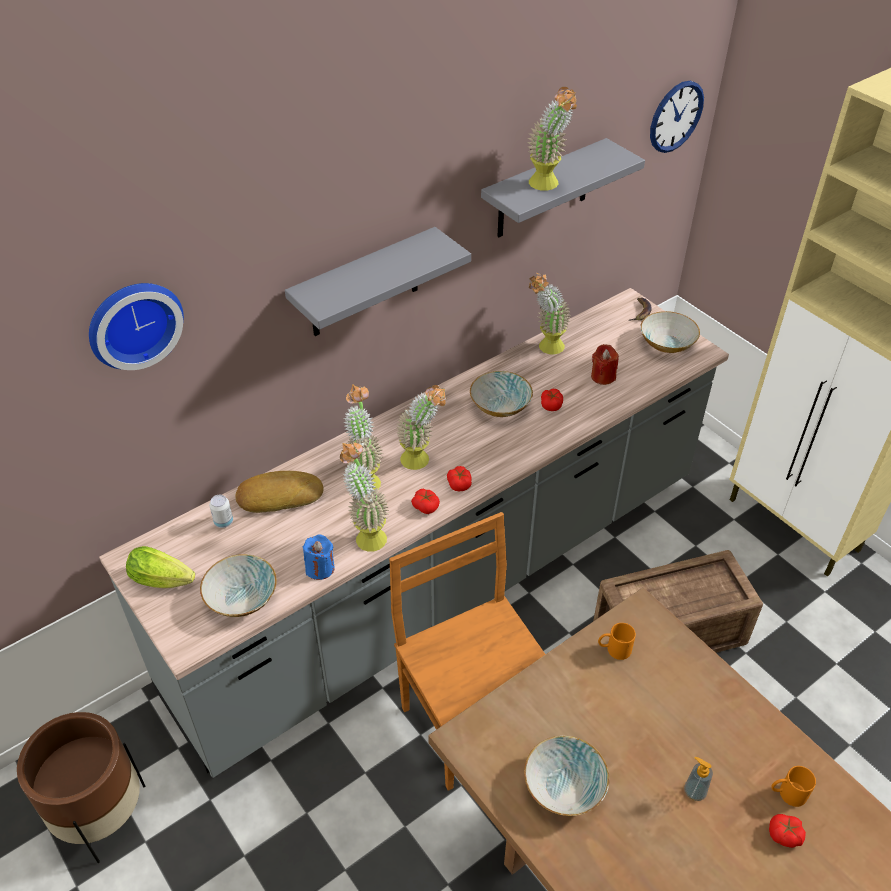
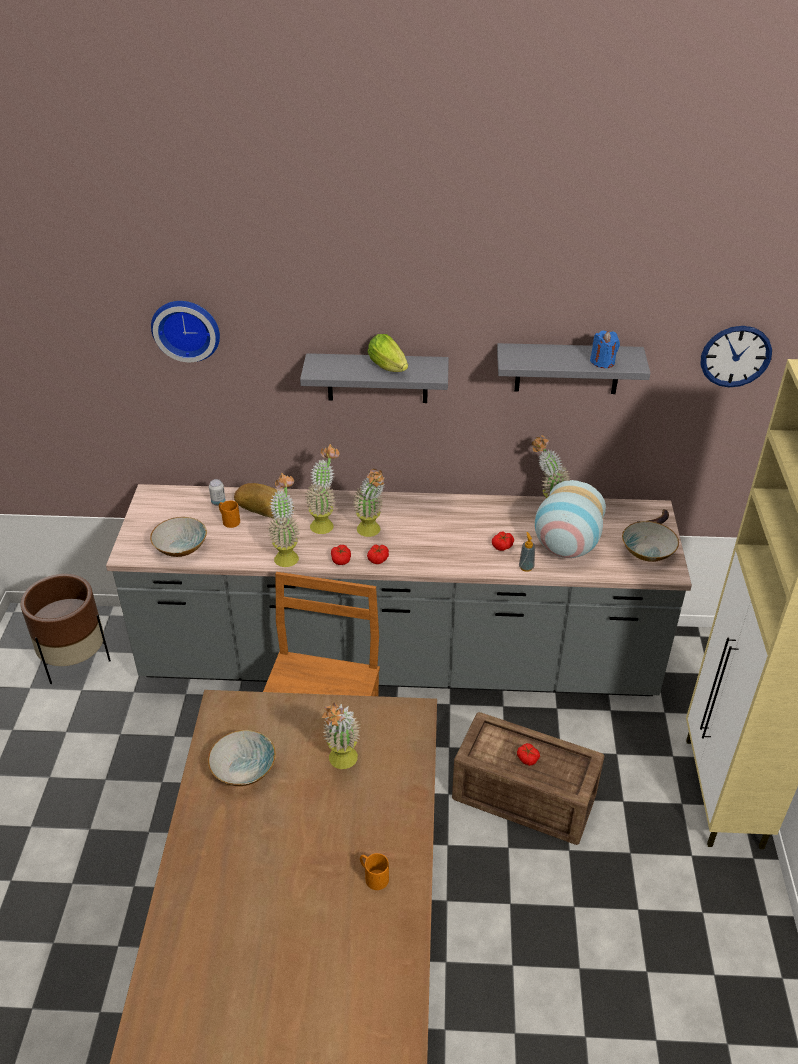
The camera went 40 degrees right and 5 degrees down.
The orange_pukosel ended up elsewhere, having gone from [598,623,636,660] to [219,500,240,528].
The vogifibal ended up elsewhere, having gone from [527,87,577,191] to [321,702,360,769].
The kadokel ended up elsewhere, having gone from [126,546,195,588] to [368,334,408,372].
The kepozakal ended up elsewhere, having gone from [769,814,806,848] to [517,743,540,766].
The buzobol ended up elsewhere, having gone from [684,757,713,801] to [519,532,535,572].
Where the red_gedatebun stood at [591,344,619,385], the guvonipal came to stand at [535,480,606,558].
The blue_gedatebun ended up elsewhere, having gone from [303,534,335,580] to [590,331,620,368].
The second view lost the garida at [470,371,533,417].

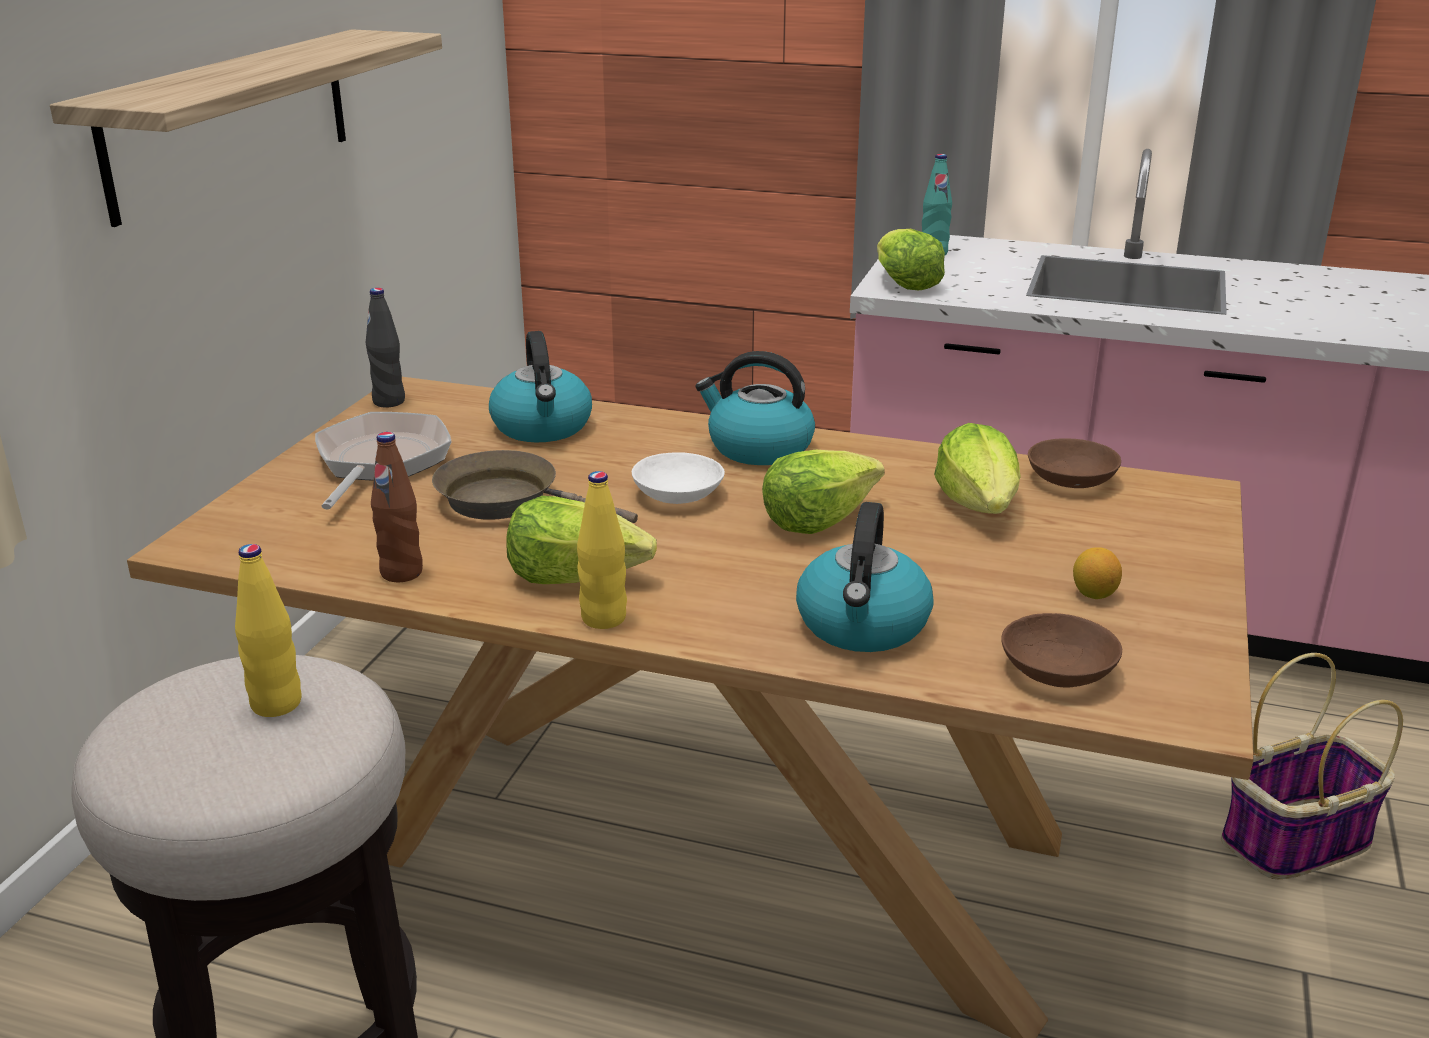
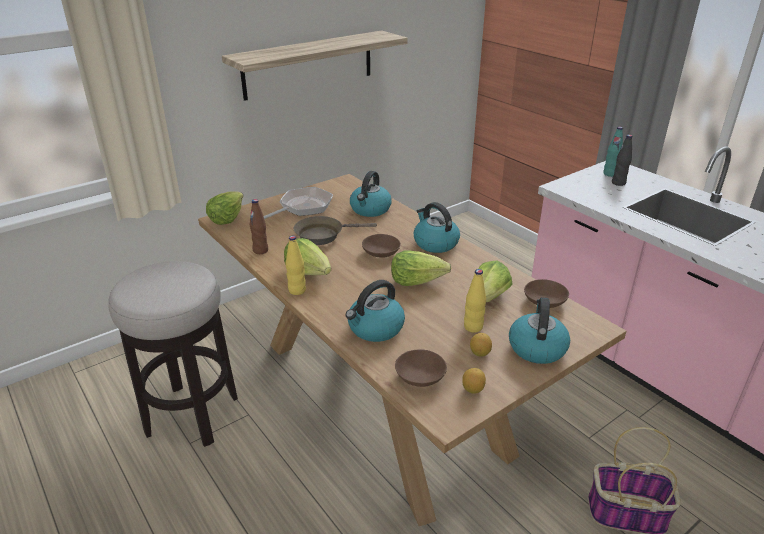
The camera went 35 degrees right and 5 degrees up.
The kadokel ended up elsewhere, having gone from [877,229,945,291] to [206,191,243,225].
The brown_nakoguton at [432,450,638,523] ended up facing another way, 75 degrees counterclockwise from before.
What was the white_garida at [632,452,725,504] turned into the brown_garida at [362,234,401,258].
The second view gained the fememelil at [462,368,486,394].
The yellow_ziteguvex ended up elsewhere, having gone from [235,544,301,717] to [464,269,486,333].
The second view gained the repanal at [509,297,570,364].
The black_ziteguvex ended up elsewhere, having gone from [365,288,405,407] to [612,135,632,186].

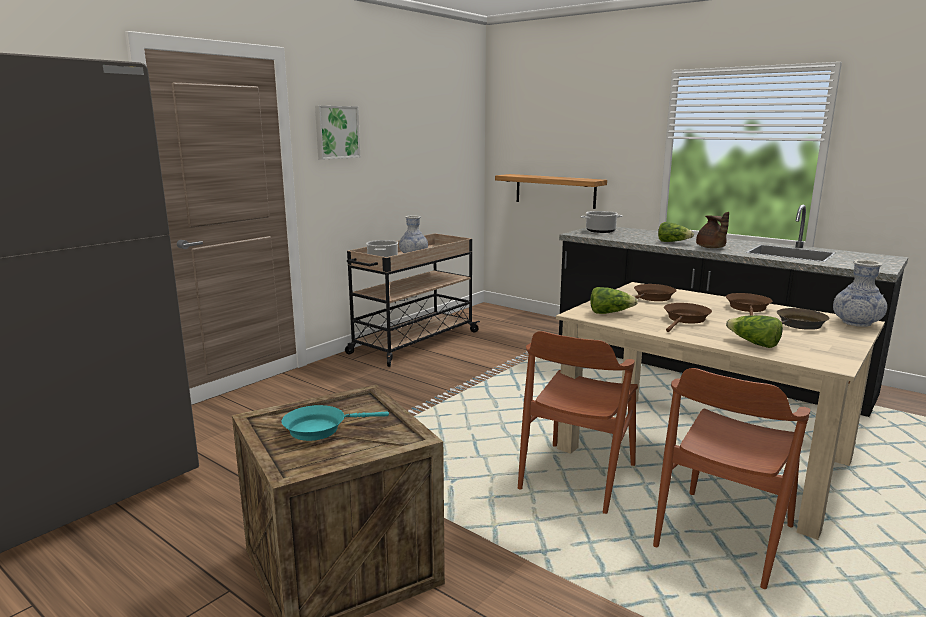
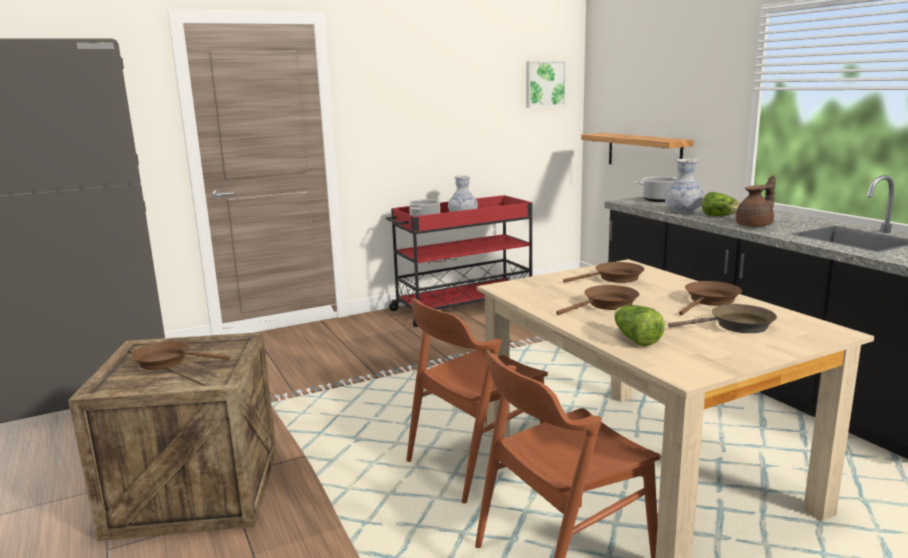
The camera went 25 degrees right and 0 degrees up.
What was the turquoise_nakoguton at [281,405,389,441] turned into the brown_nakoguton at [131,341,230,370].
What was the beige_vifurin at [345,233,480,367] turned into the red_vifurin at [386,195,532,327].
The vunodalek ended up elsewhere, having gone from [315,106,360,160] to [526,61,566,108].
The guvonipal ended up elsewhere, having gone from [833,259,887,327] to [665,159,705,213].
The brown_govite at [696,212,729,248] ended up facing another way, 135 degrees counterclockwise from before.
The second view lost the kadokel at [590,287,638,314].

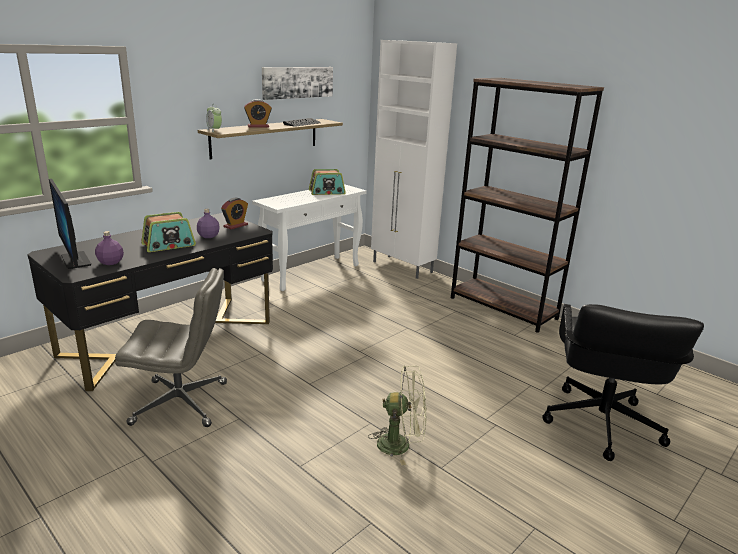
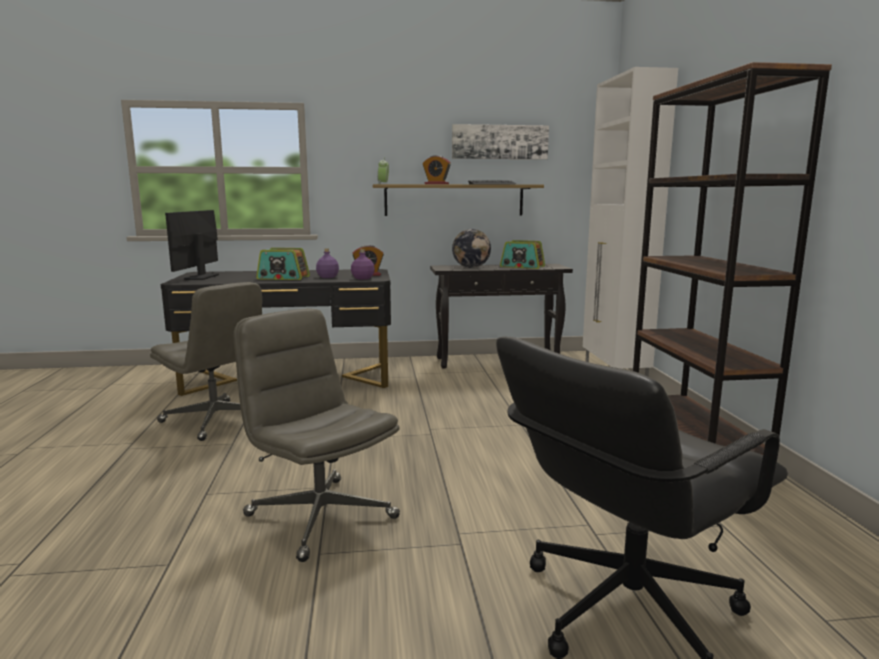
The camera went 40 degrees right and 10 degrees down.
Where the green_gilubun stood at [368,366,427,465], the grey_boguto came to stand at [233,308,400,562].
The purple_ziteguvex ended up elsewhere, having gone from [95,231,124,265] to [351,249,375,280].
What was the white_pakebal at [252,184,367,291] turned into the black_pakebal at [430,264,573,369].
The second view gained the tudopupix at [452,229,491,268].

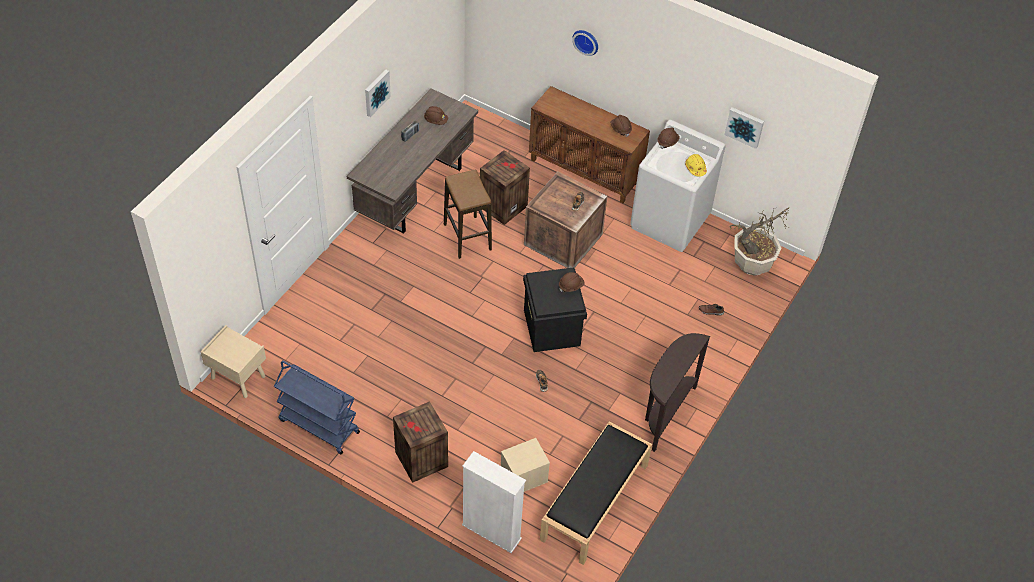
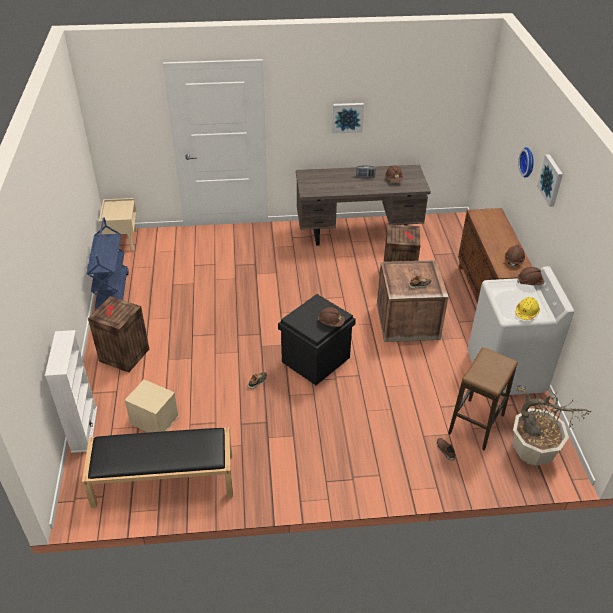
The camera went 55 degrees right and 10 degrees down.
The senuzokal ended up elsewhere, having gone from [444,170,492,259] to [448,347,518,450].
The vunodalek ended up elsewhere, having gone from [725,107,764,149] to [537,154,563,207].
The second view lost the brown_pakebal at [645,333,710,452].

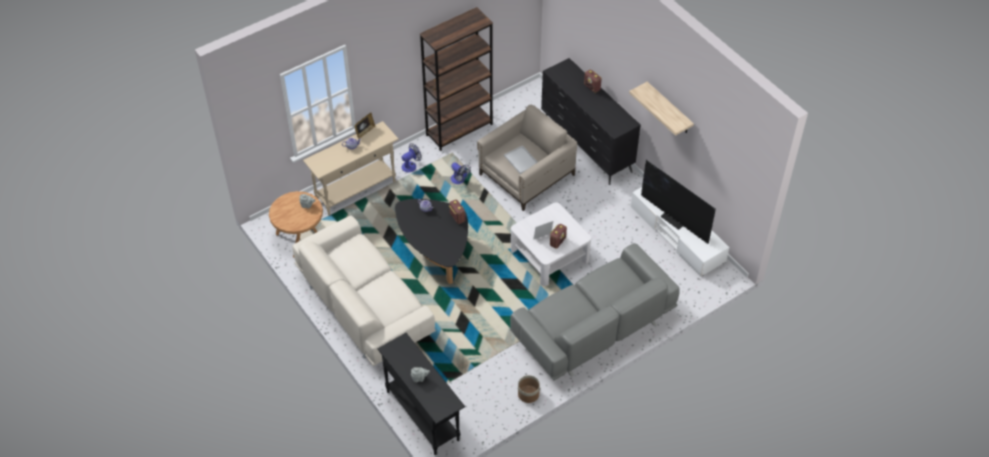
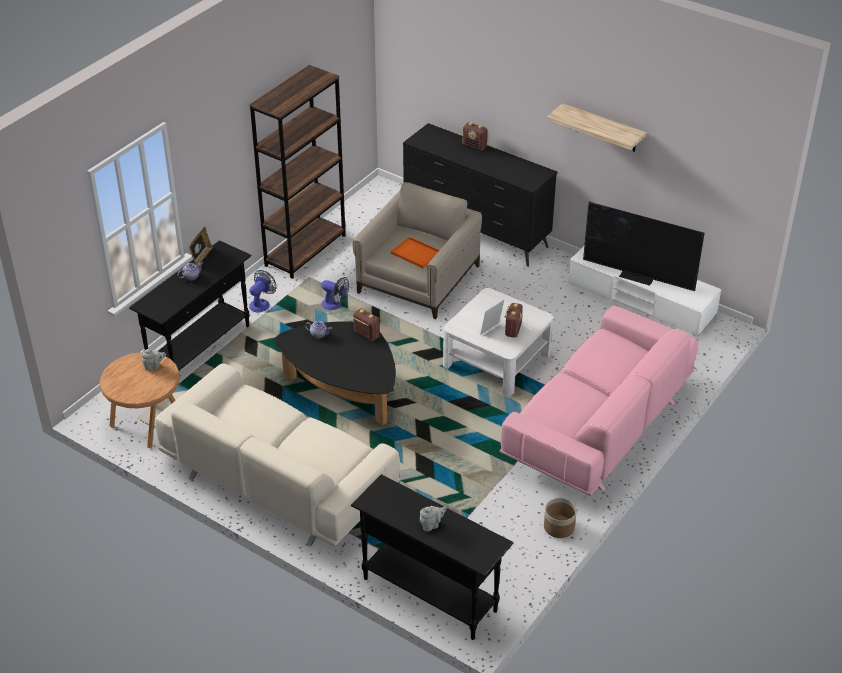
The camera went 20 degrees left and 10 degrees down.
What was the beige_pakebal at [303,121,399,215] turned into the black_pakebal at [129,240,252,371].
What was the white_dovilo at [504,145,538,174] turned into the orange_dovilo at [391,237,439,268].
What was the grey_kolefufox at [510,243,680,381] turned into the pink_kolefufox at [499,306,698,496].

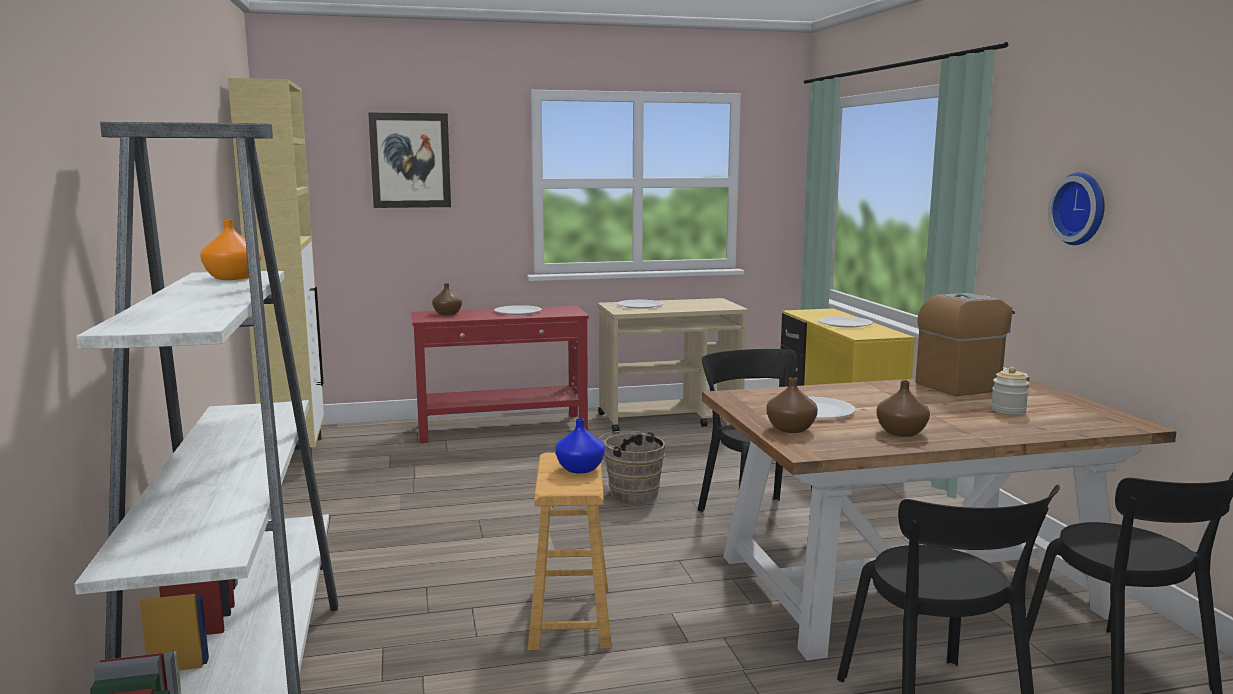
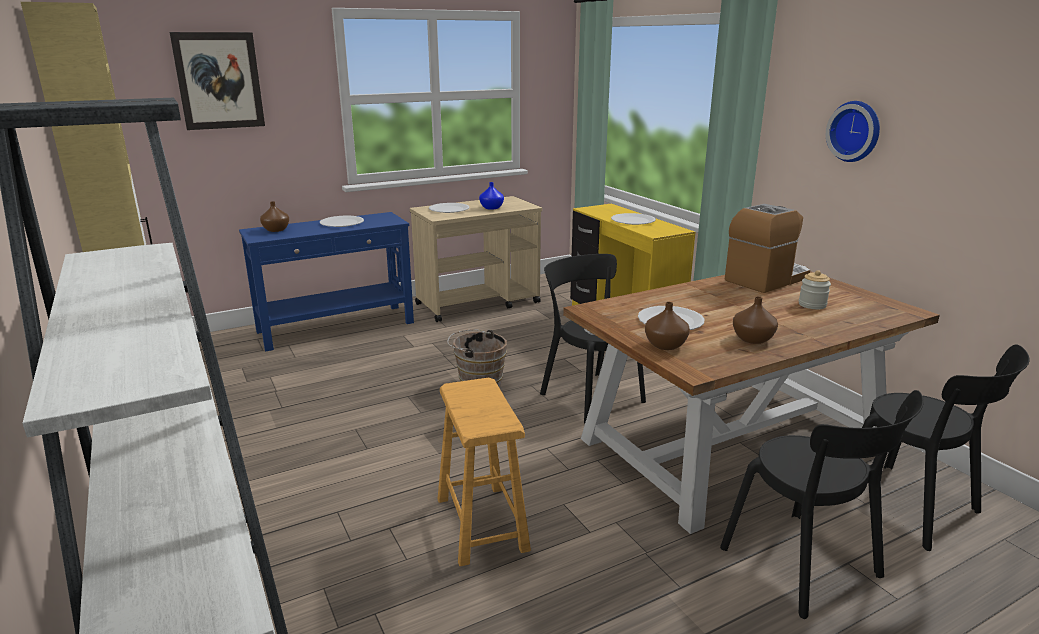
The camera went 15 degrees left and 10 degrees up.
What was the red_pakebal at [412,306,589,443] turned into the blue_pakebal at [239,212,414,352].
The blue_guvonipal ended up elsewhere, having gone from [555,418,605,474] to [479,182,504,210].
The second view lost the orange_guvonipal at [200,220,261,280].

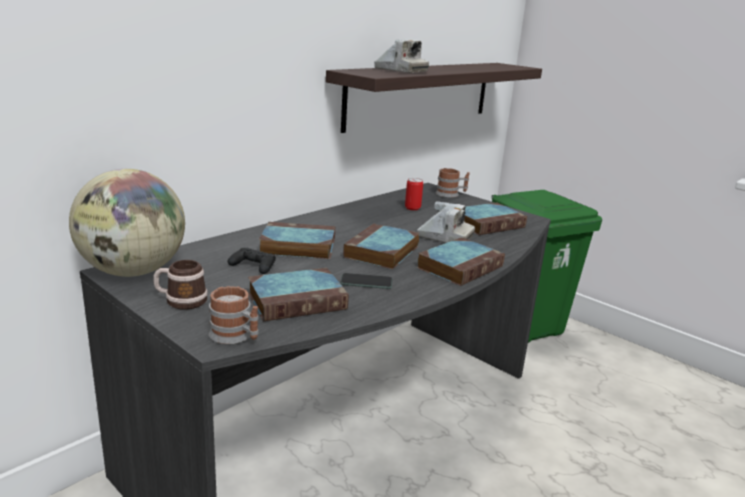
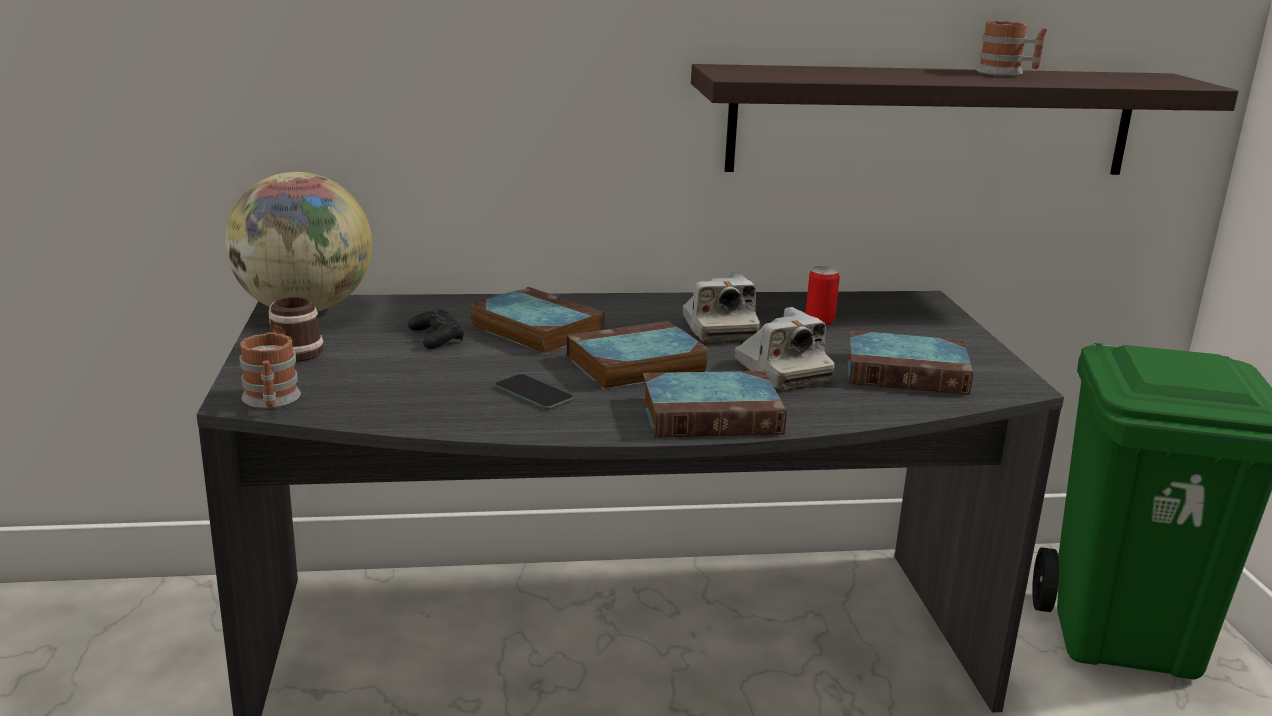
The camera went 40 degrees right and 0 degrees up.
The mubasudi ended up elsewhere, having gone from [374,39,429,73] to [683,271,760,342].
The pukosel ended up elsewhere, having gone from [436,168,470,198] to [976,20,1047,76].
The second view lost the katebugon at [248,268,349,321].

